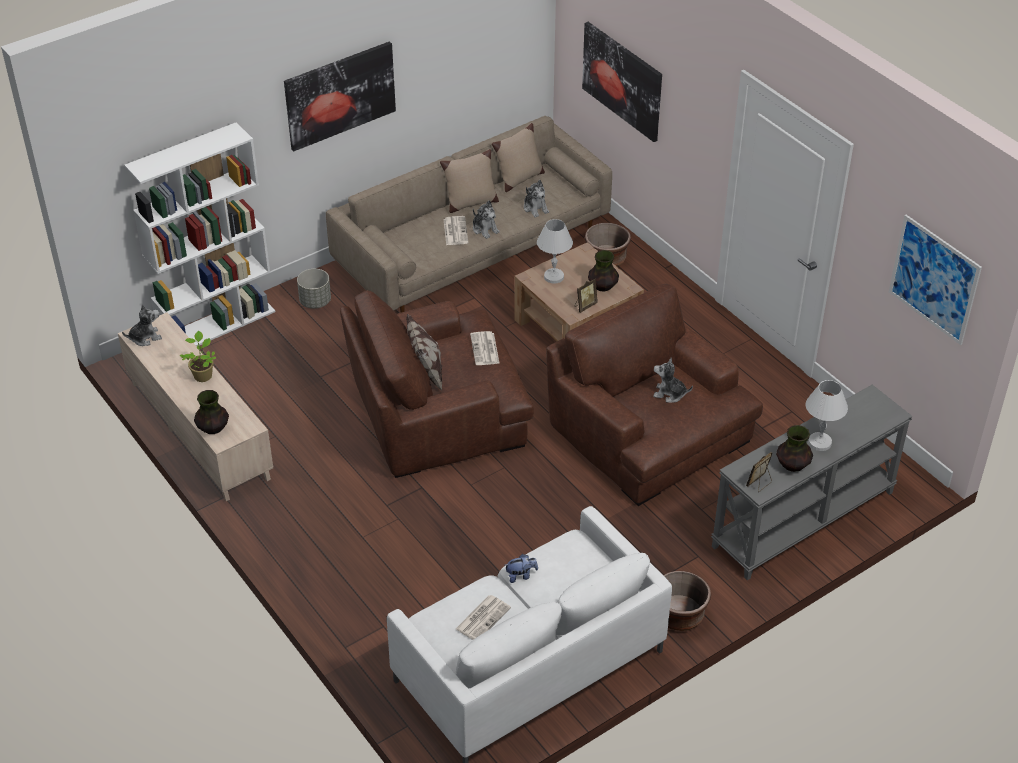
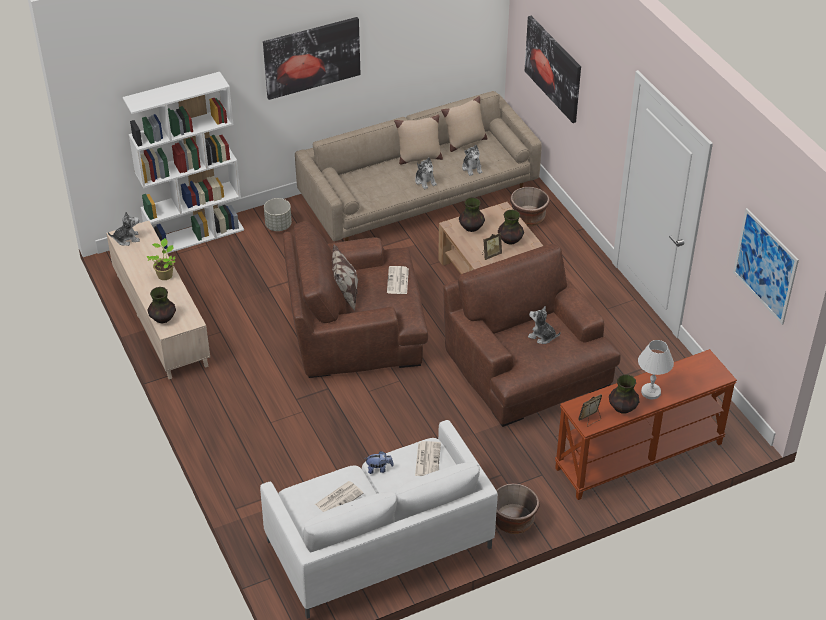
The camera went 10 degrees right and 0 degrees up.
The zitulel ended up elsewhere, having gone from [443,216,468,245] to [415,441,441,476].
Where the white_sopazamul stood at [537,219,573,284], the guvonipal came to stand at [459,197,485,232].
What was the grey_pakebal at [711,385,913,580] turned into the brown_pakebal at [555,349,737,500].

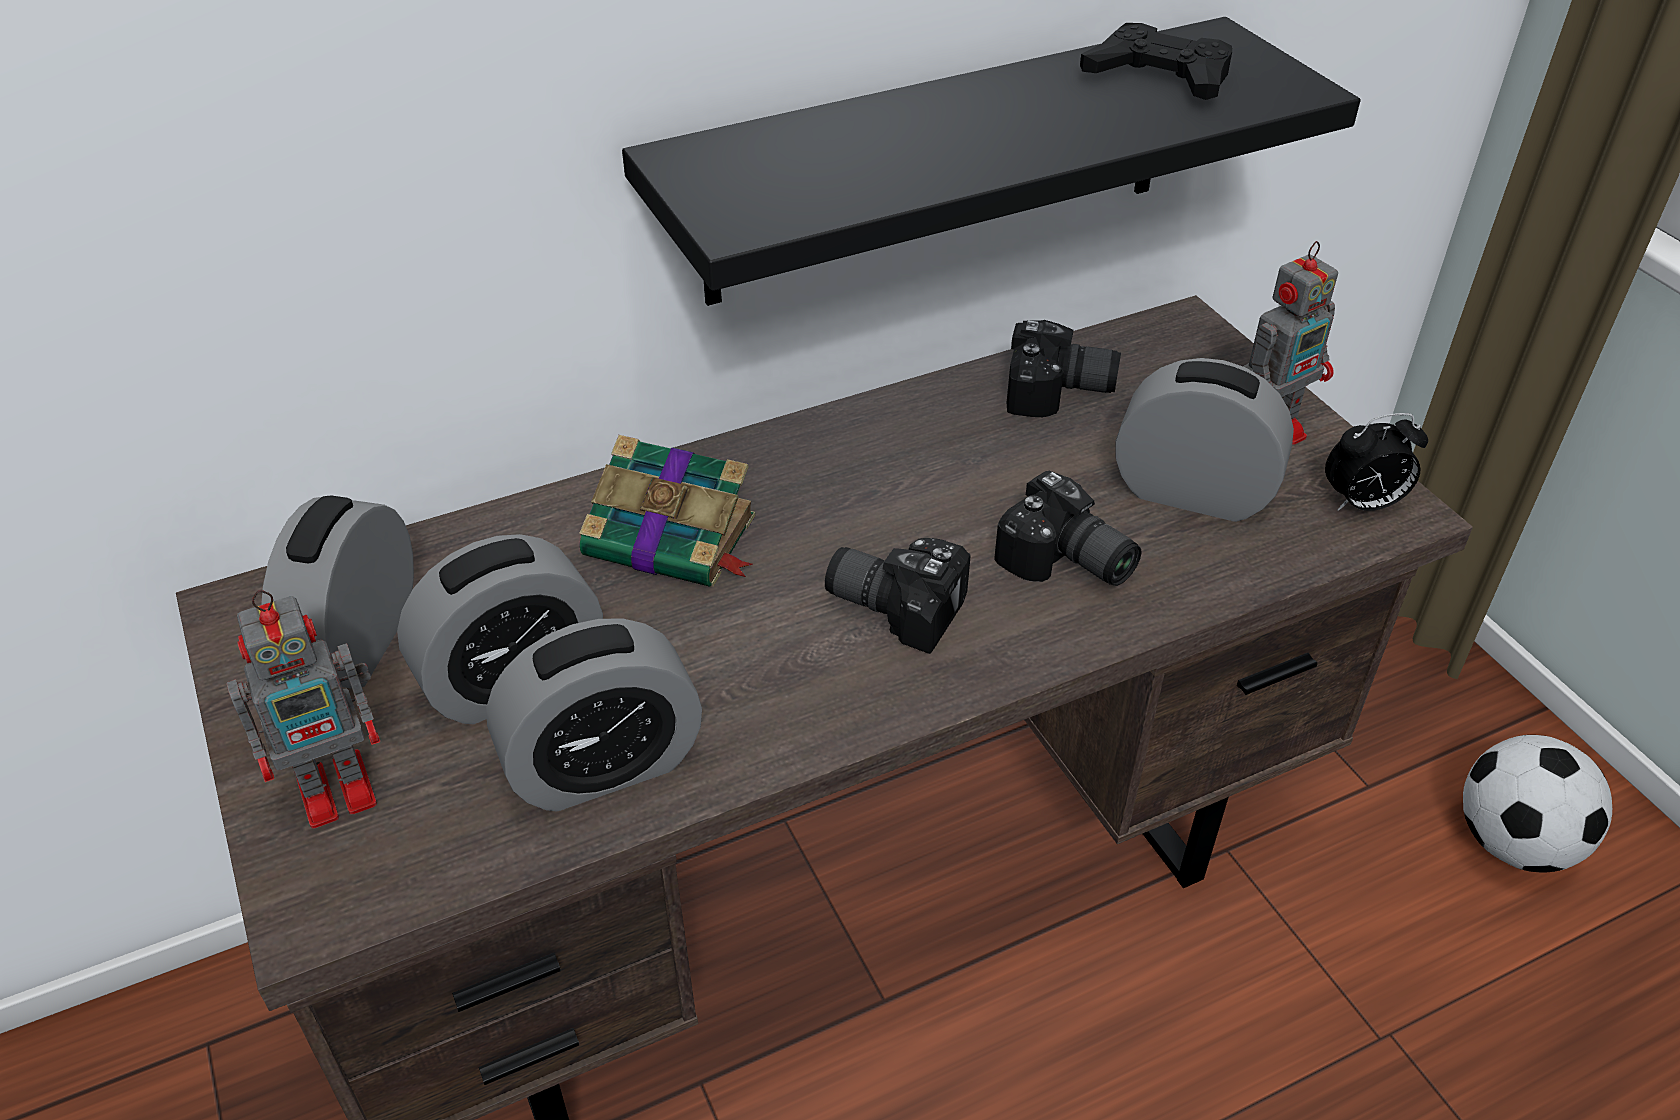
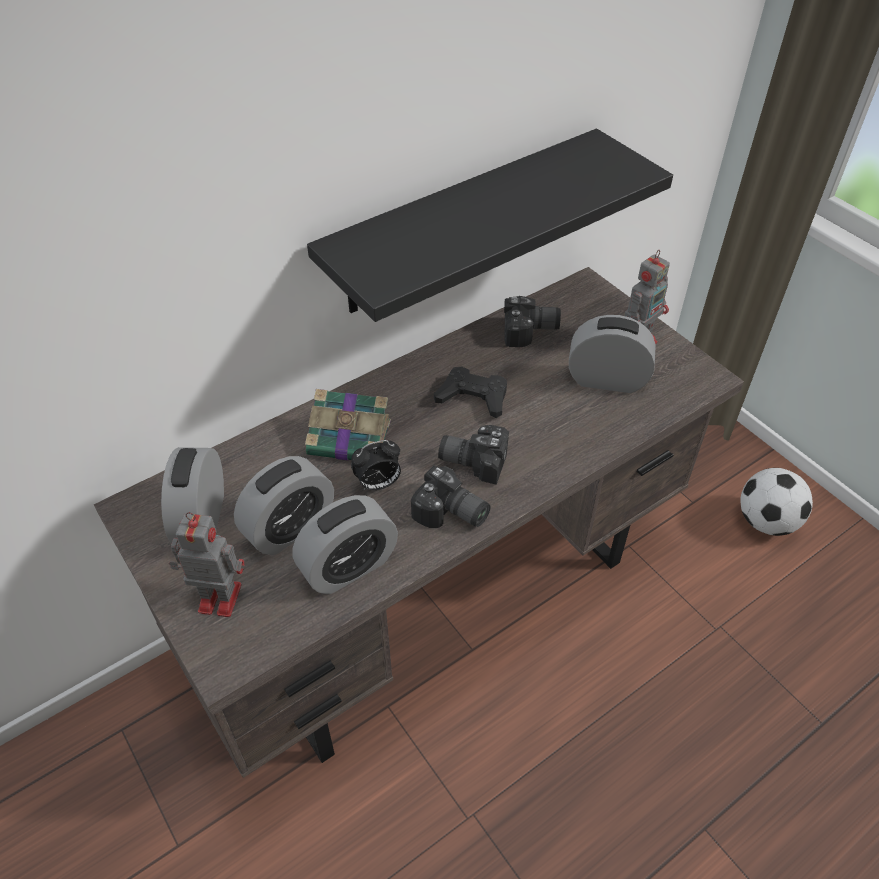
The camera went 10 degrees left and 5 degrees up.
The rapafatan at [227,590,380,829] ended up facing another way, 135 degrees counterclockwise from before.
The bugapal ended up elsewhere, having gone from [1325,413,1428,511] to [351,440,401,490].
The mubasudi ended up elsewhere, having gone from [994,471,1141,586] to [411,466,491,528].
The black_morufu ended up elsewhere, having gone from [1080,23,1232,100] to [434,367,507,418].

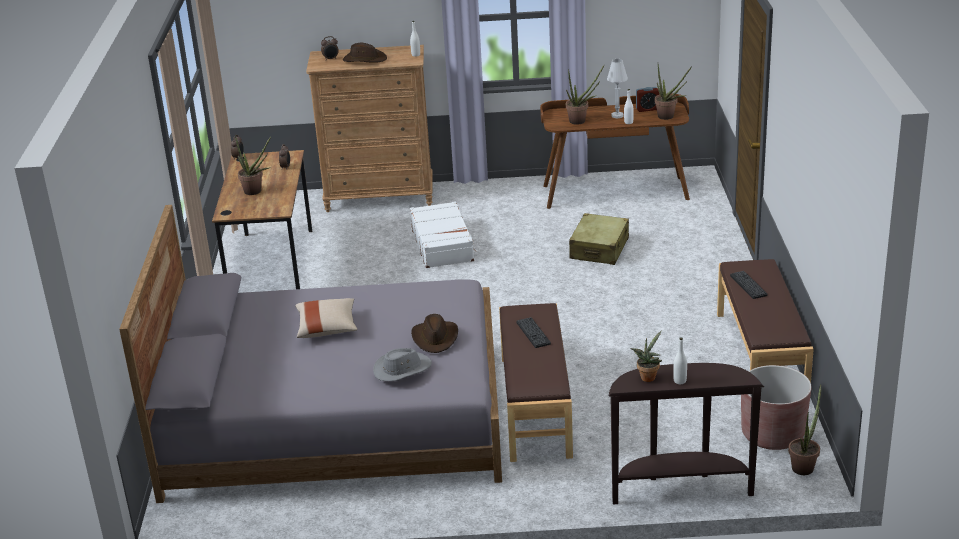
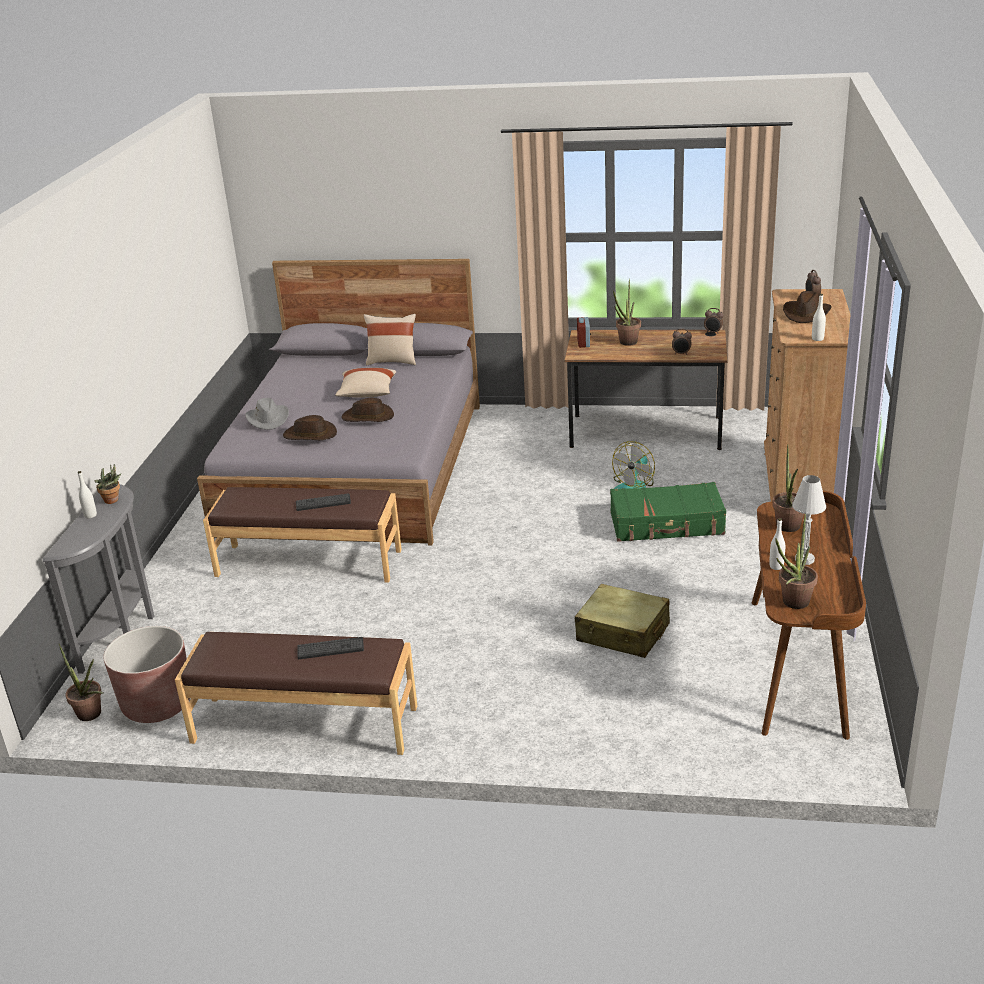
The camera went 100 degrees right and 0 degrees up.
What was the brown_pakebal at [609,363,764,505] turned into the grey_pakebal at [43,484,154,674].
The second view gained the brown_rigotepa at [342,398,394,422].
The second view gained the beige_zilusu at [364,314,416,365].
The bugapal ended up elsewhere, having gone from [636,87,659,112] to [577,317,590,348].
What was the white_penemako at [410,201,476,268] turned into the green_penemako at [610,482,726,542].
The second view gained the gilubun at [612,441,655,489].

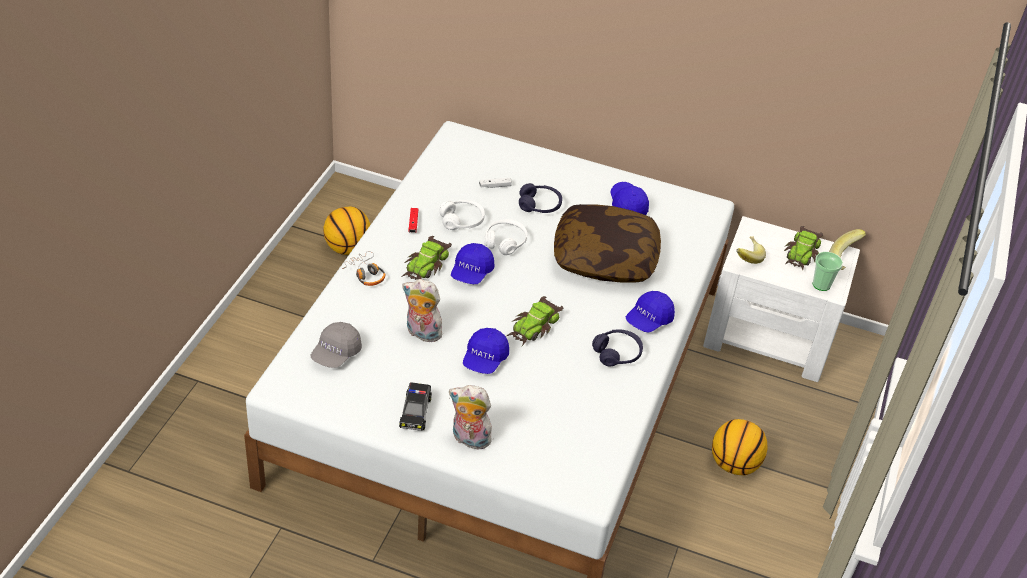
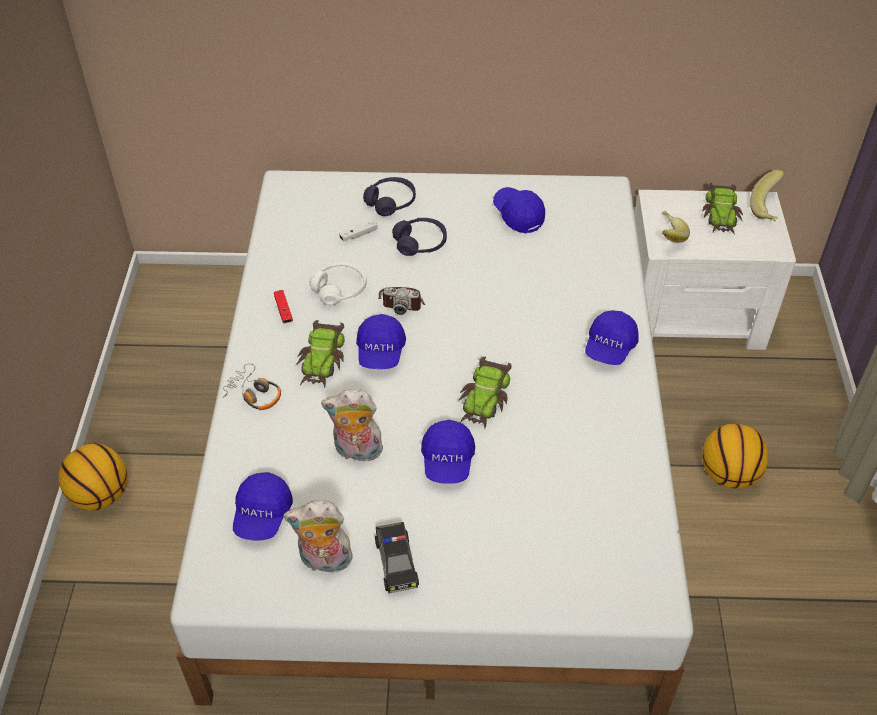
The camera went 15 degrees left and 5 degrees up.
The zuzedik ended up elsewhere, having gone from [323,206,371,255] to [59,443,128,511].
What was the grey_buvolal at [311,322,362,368] turned into the blue_buvolal at [233,472,293,541].
The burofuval ended up elsewhere, having gone from [449,385,492,449] to [283,500,354,577].
The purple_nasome ended up elsewhere, having gone from [592,329,643,367] to [363,177,416,216].
Where the white_nasome stood at [485,219,527,255], the mubasudi came to stand at [378,287,425,315].
The second view lost the zilusu at [554,204,661,283].
The second view lost the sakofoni at [813,252,843,291].

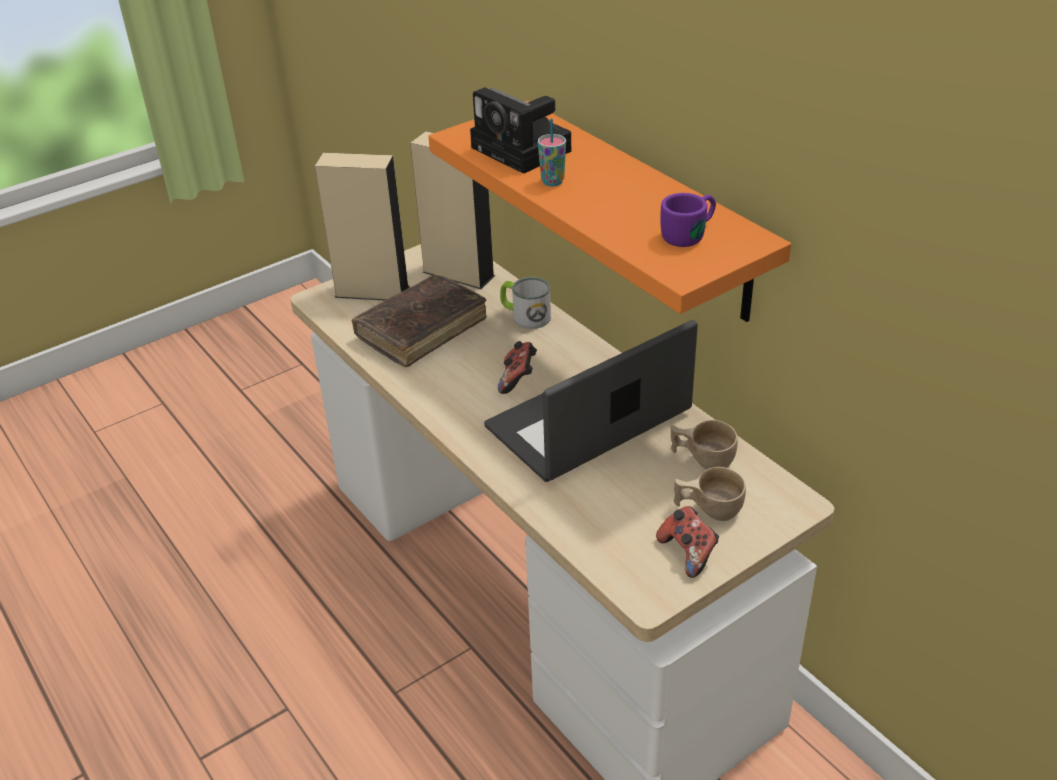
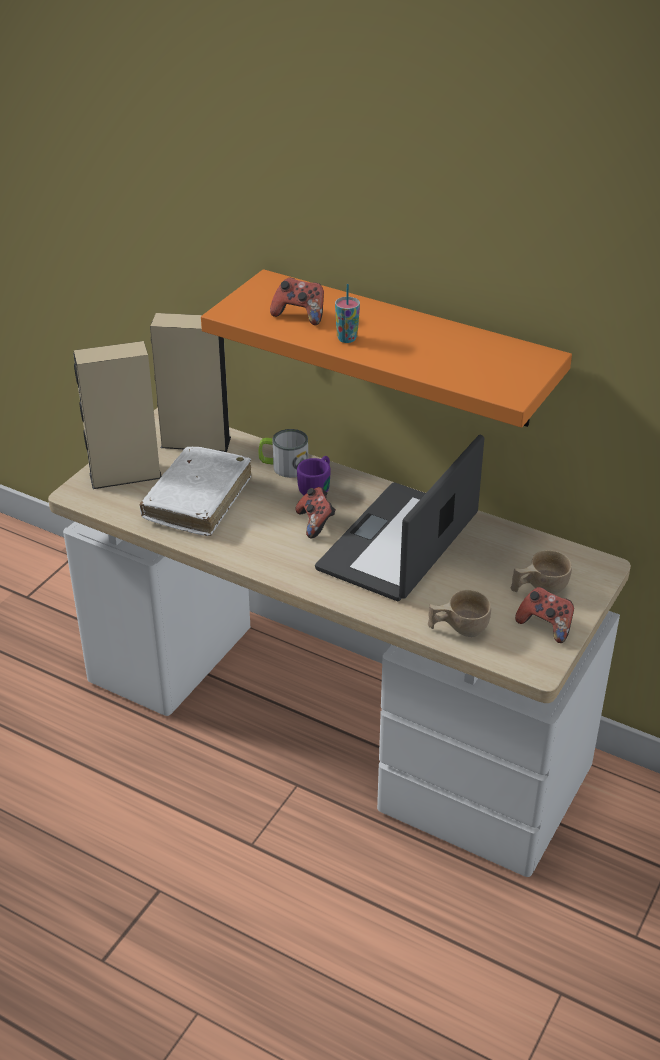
The camera went 25 degrees left and 0 degrees up.
What was the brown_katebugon at [352,275,487,367] turned into the white_katebugon at [139,447,251,536].
Where the mubasudi stood at [470,87,571,174], the morufu came to stand at [270,278,324,325].
The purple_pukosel ended up elsewhere, having gone from [661,193,716,247] to [297,456,330,495].
The beige_sakofoni ended up elsewhere, having gone from [671,420,738,469] to [428,590,491,637].

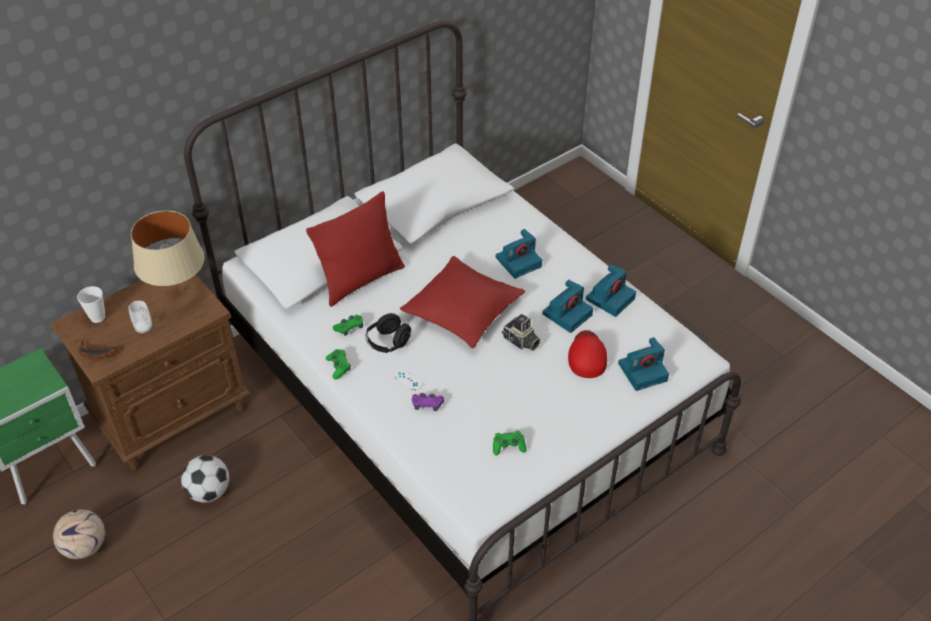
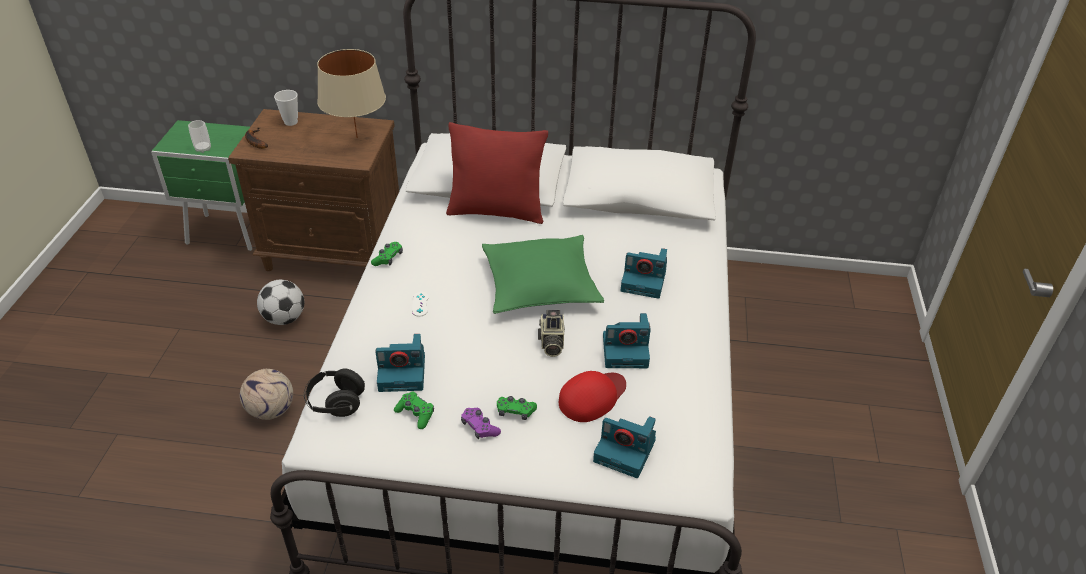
The camera went 45 degrees right and 5 degrees down.
The sakofoni ended up elsewhere, having gone from [128,301,152,334] to [188,120,211,153].
The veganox ended up elsewhere, having gone from [53,510,105,559] to [240,369,293,420].
The black_nasome ended up elsewhere, having gone from [366,313,411,353] to [304,369,365,417].
The mubasudi ended up elsewhere, having gone from [586,265,636,317] to [375,334,425,392].
The purple_morufu ended up elsewhere, having gone from [412,393,444,411] to [461,408,501,439].
What was the red_zilusu at [400,256,525,348] turned into the green_zilusu at [482,235,604,314].
The green_morufu ended up elsewhere, having gone from [333,315,363,336] to [497,396,537,420].

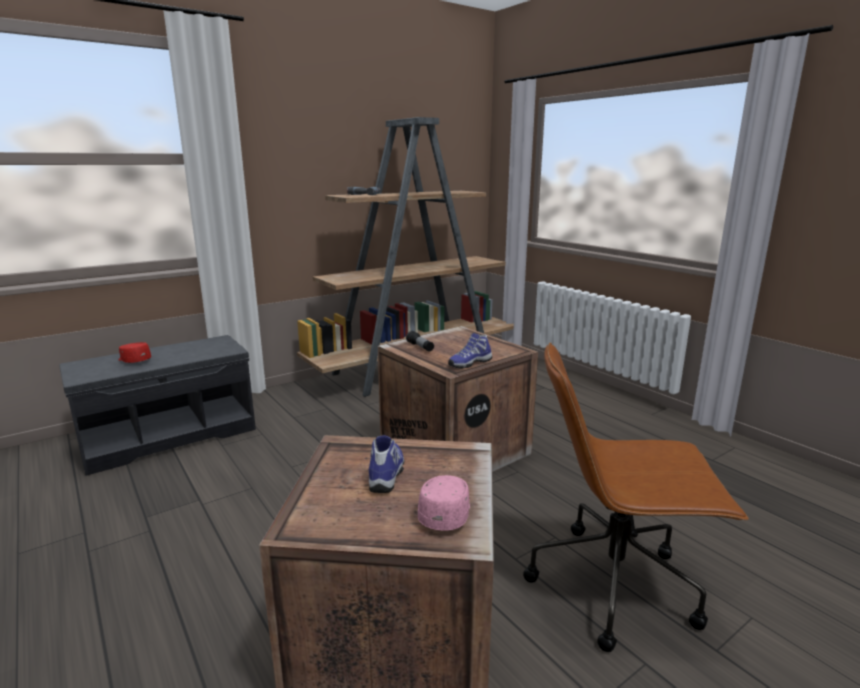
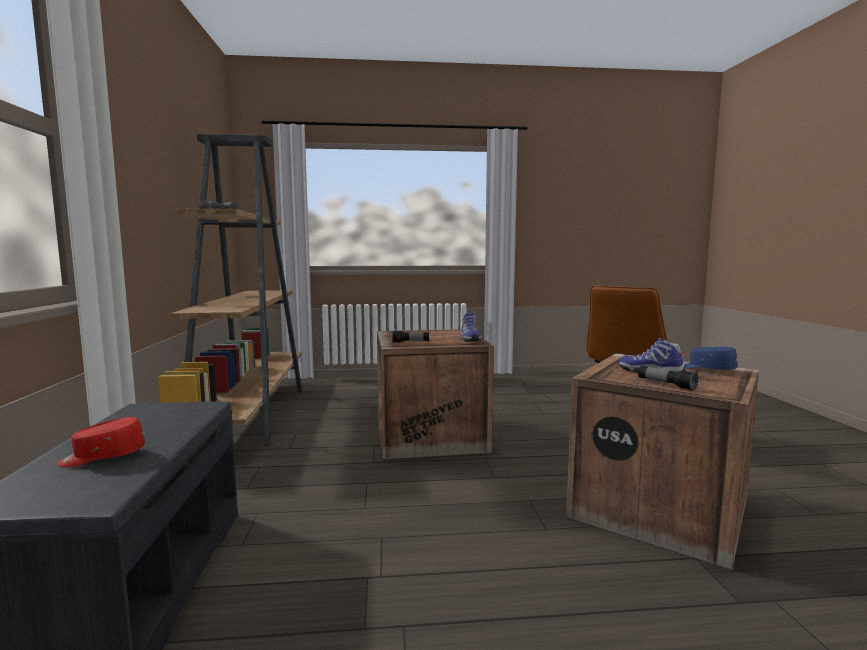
The camera went 60 degrees left and 10 degrees down.
The second view gained the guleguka at [638,365,698,391].
What was the pink_buvolal at [418,475,470,531] turned into the blue_buvolal at [684,347,737,370].

